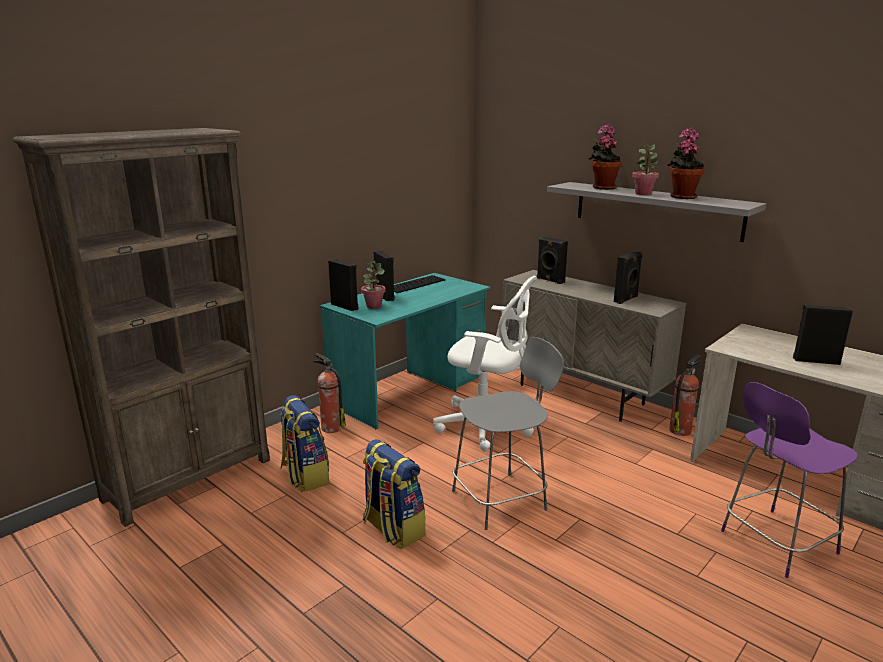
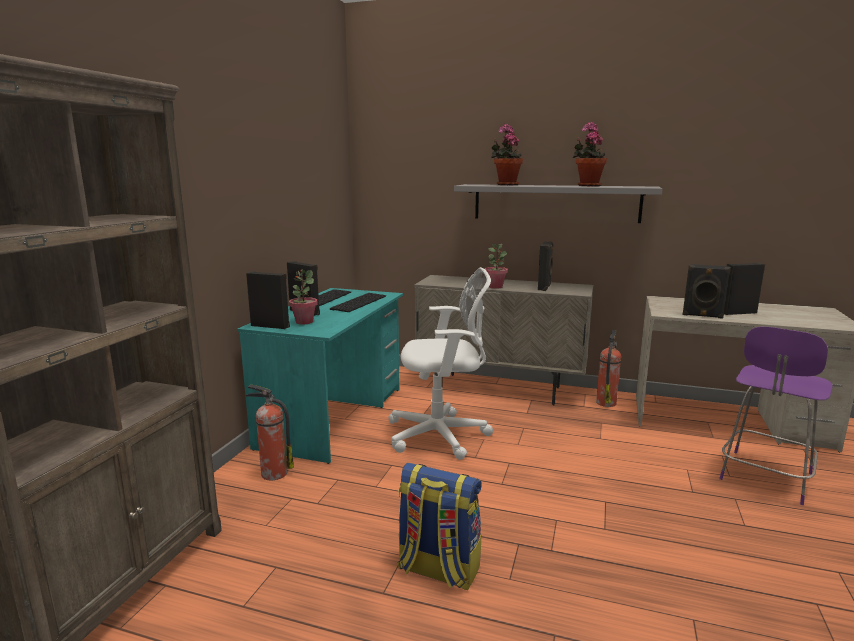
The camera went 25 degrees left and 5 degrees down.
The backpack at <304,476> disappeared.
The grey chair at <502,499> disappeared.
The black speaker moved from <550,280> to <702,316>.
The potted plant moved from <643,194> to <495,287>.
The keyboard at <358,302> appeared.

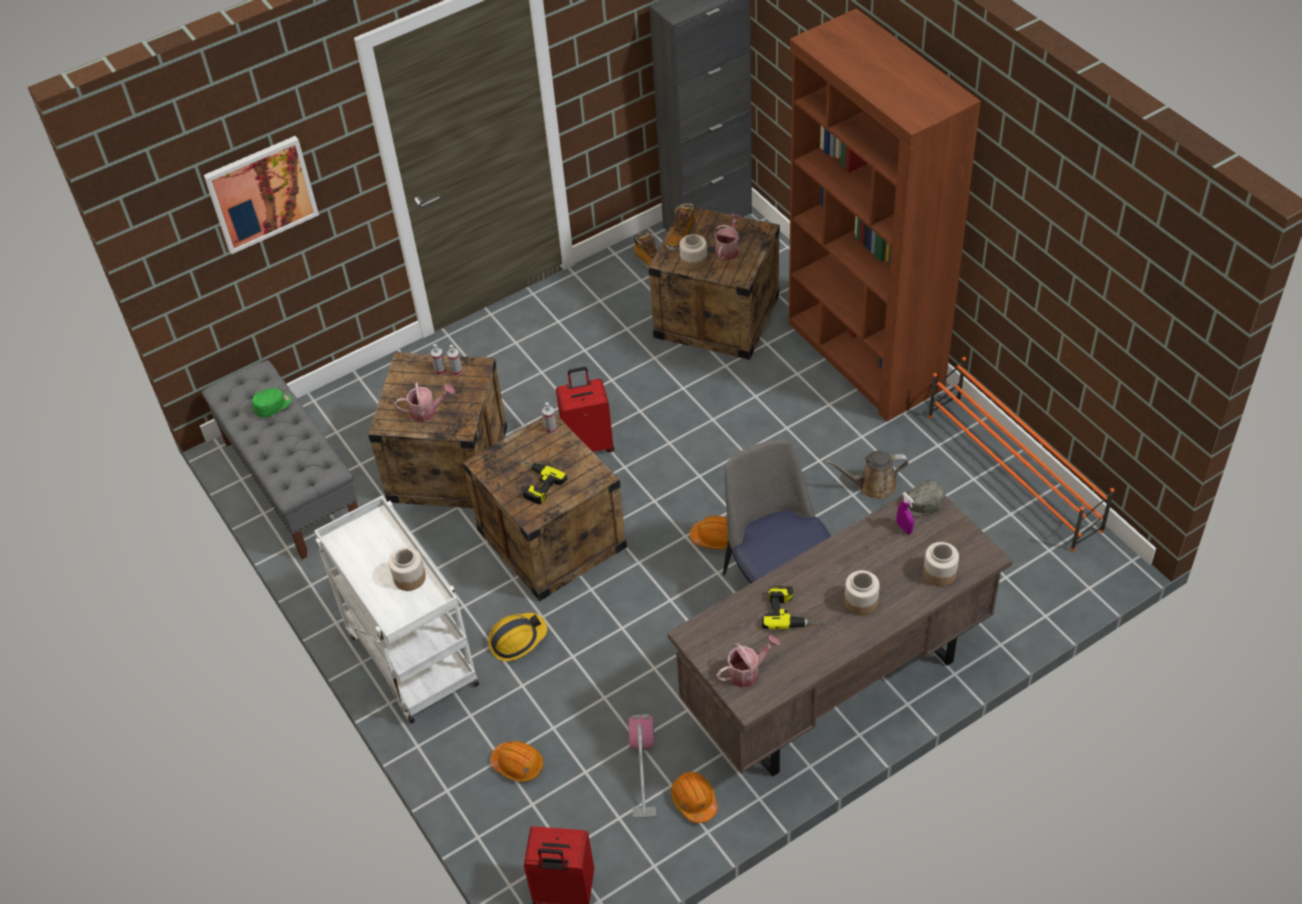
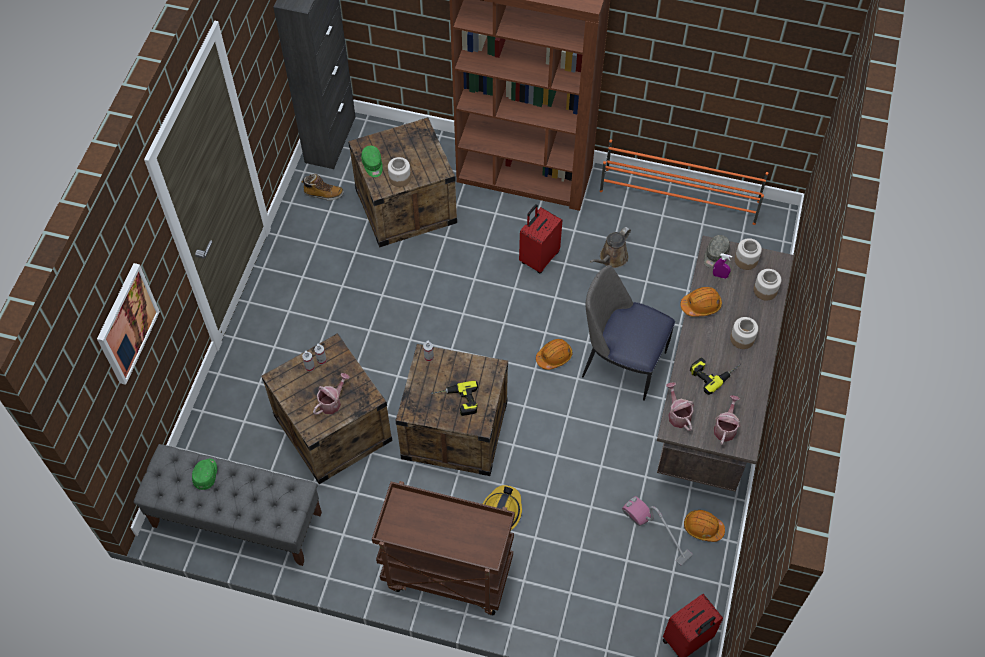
The camera went 45 degrees left and 10 degrees up.
The white cart at <409,657> became the brown cart at <446,574>.
The jar moved from <409,577> to <745,260>.
The orange hard hat moved from <518,765> to <701,305>.
The red suitcase moved from <588,444> to <538,257>.
The boot at <681,237> was replaced by the green cap at <372,165>.
The watering can moved from <728,249> to <677,414>.

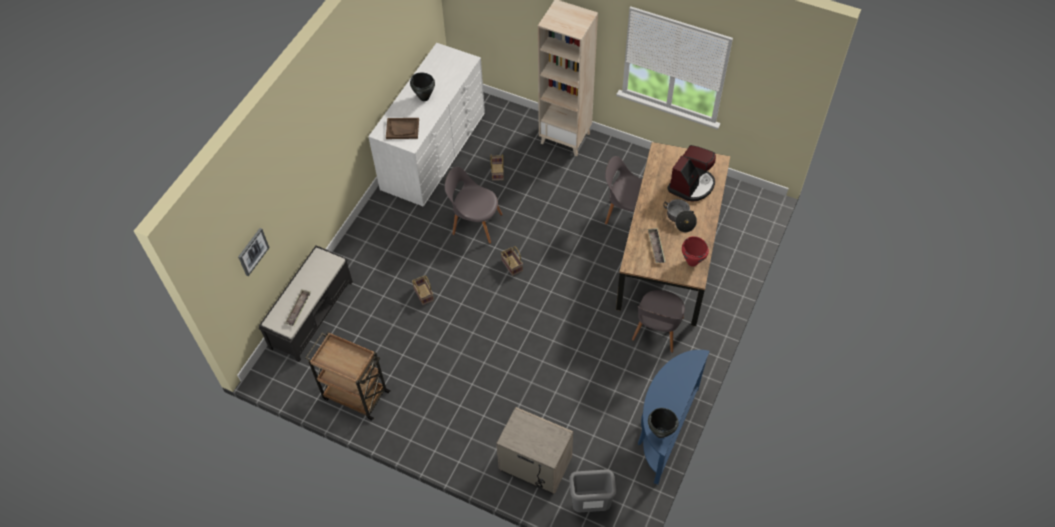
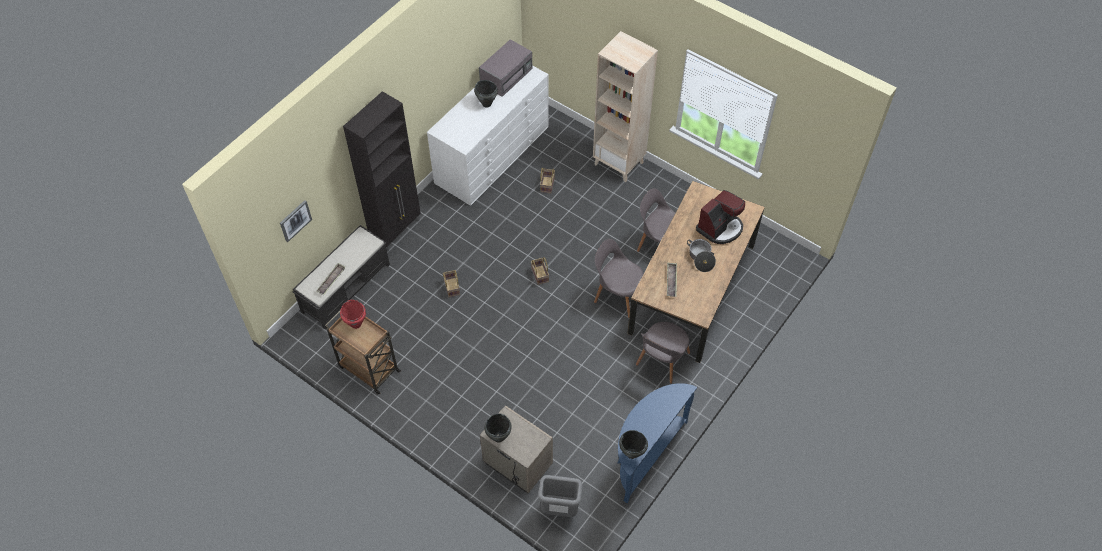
The camera went 10 degrees right and 0 degrees up.
The brown tray at <402,129> disappeared.
The grey chair moved from <475,223> to <618,295>.
The red cooking pot moved from <692,262> to <356,324>.
The black cabinet at <397,231> appeared.
The grey microwave at <506,75> appeared.
The black cooking pot at <498,437> appeared.

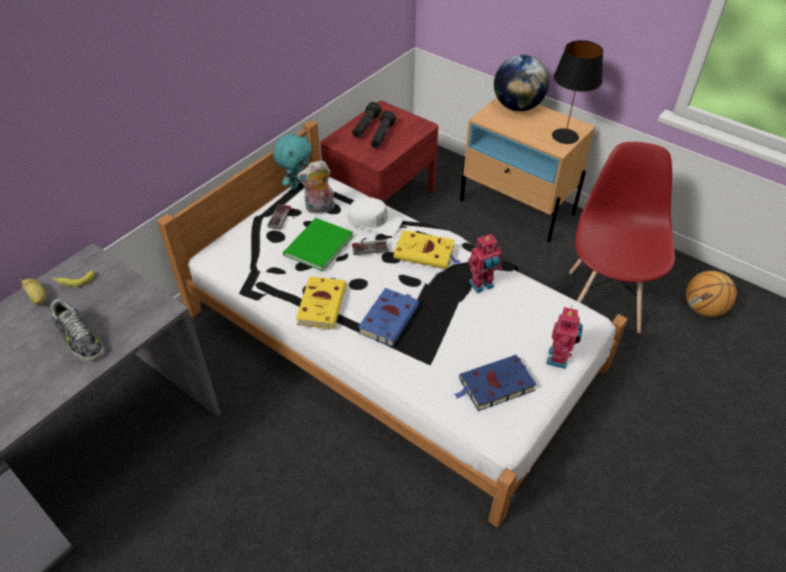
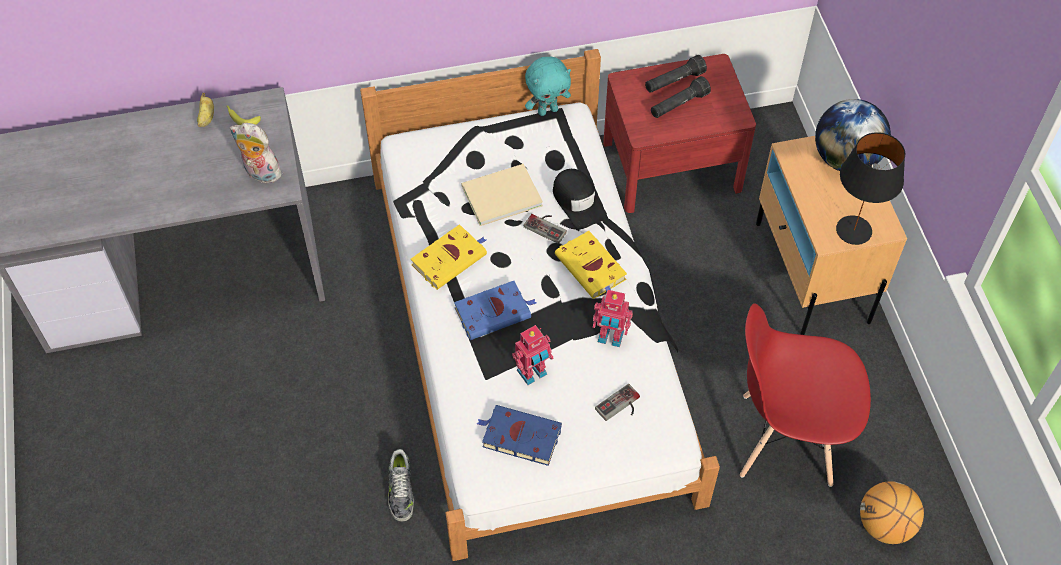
The camera went 40 degrees right and 10 degrees up.
The shoe moved from <79,339> to <400,490>.
The game controller moved from <283,218> to <620,407>.
The green book at <316,246> became the beige book at <499,195>.
The plush toy moved from <319,209> to <260,174>.
The white cap at <374,221> became the black cap at <578,202>.
The toy robot moved from <559,358> to <533,374>.
The red chair at <604,300> turned 135 degrees counterclockwise.

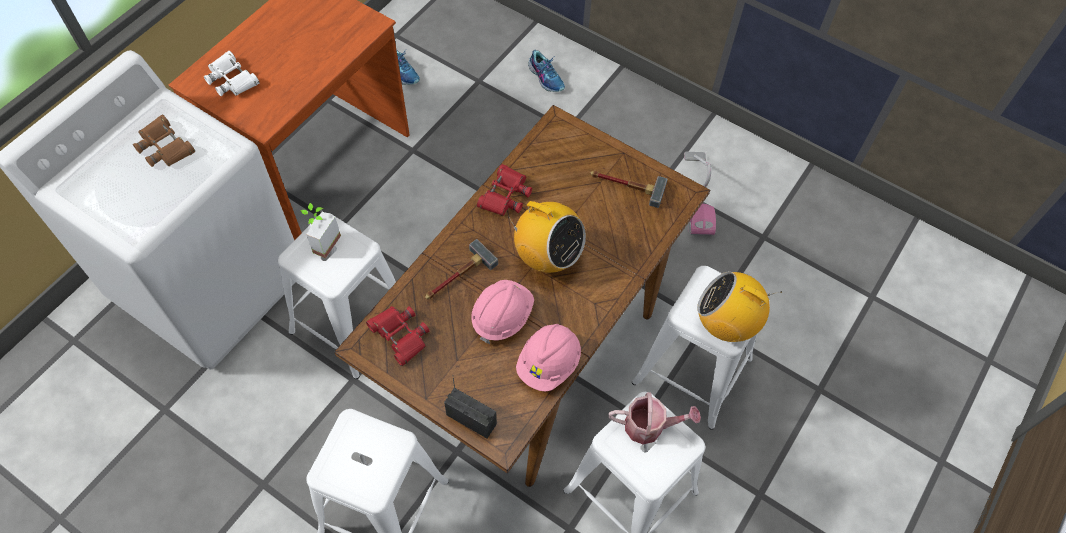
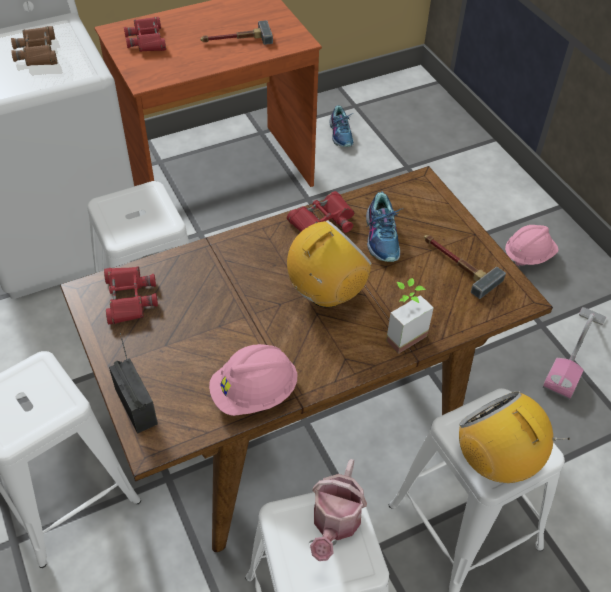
The camera went 30 degrees right and 10 degrees down.
The white binoculars at <232,79> became the red binoculars at <147,40>.
The potted plant moved from <321,242> to <401,333>.
The hammer moved from <457,277> to <235,39>.
The pink hard hat moved from <502,316> to <528,255>.
The radio at <547,256> turned 105 degrees counterclockwise.
The shoe moved from <546,77> to <382,237>.
The watering can at <649,426> turned 75 degrees clockwise.

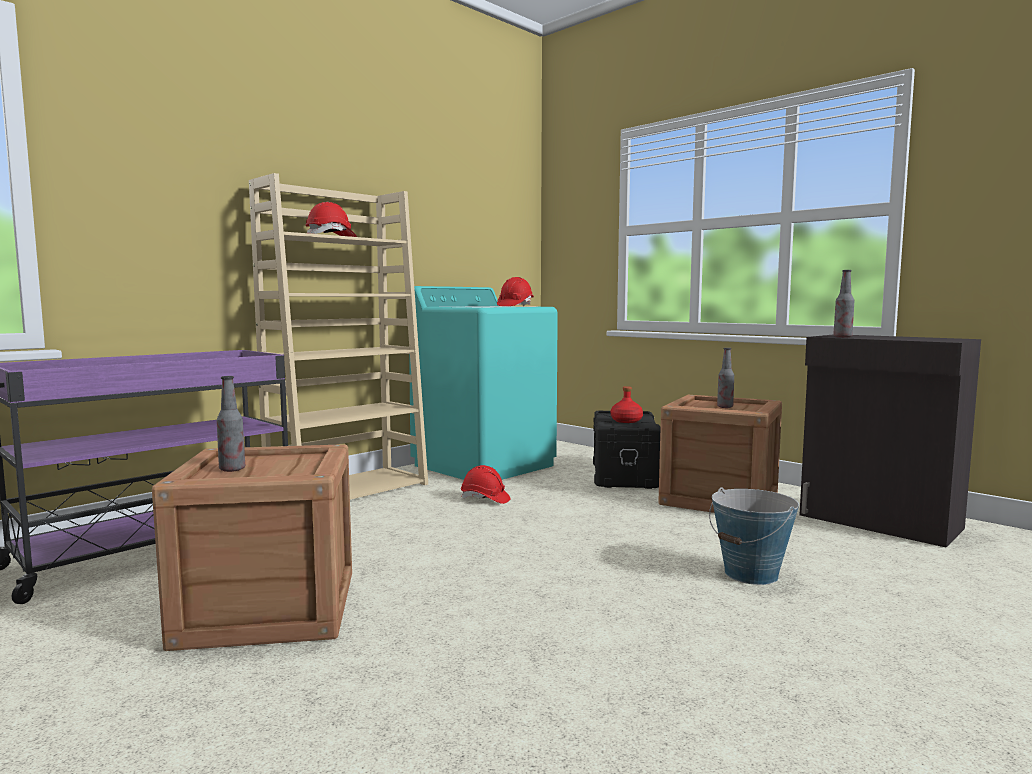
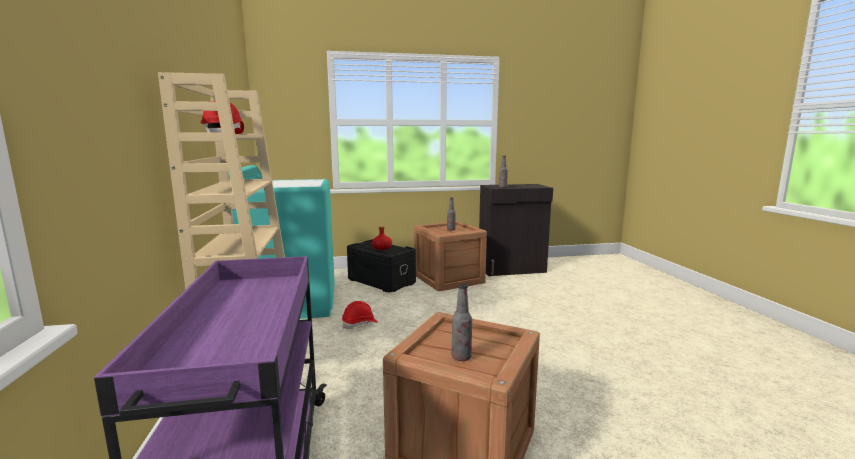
The camera went 55 degrees left and 5 degrees up.
The red hard hat at <515,306> disappeared.
The bucket at <751,574> disappeared.

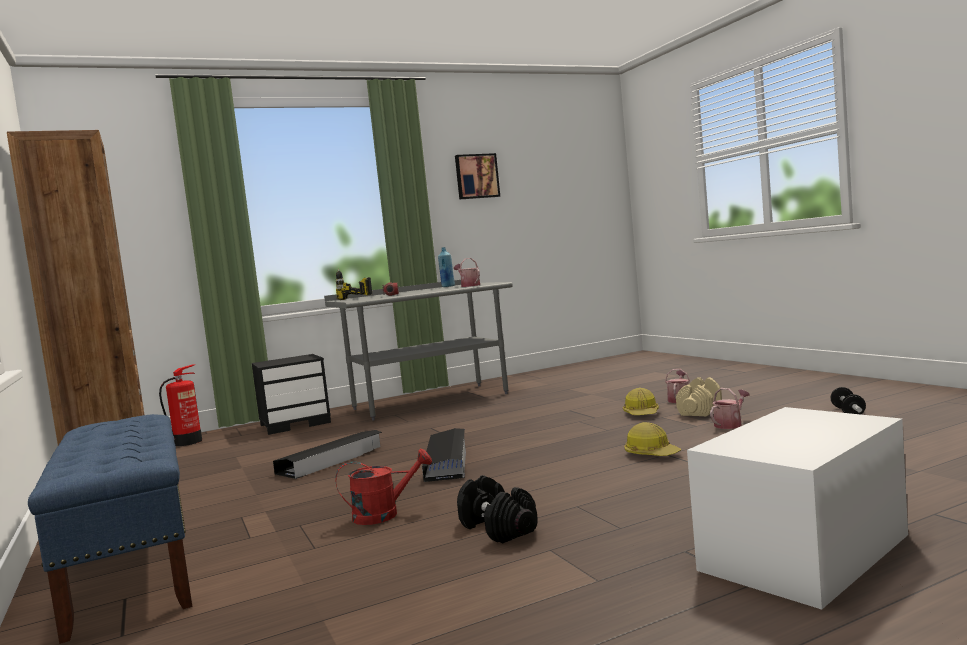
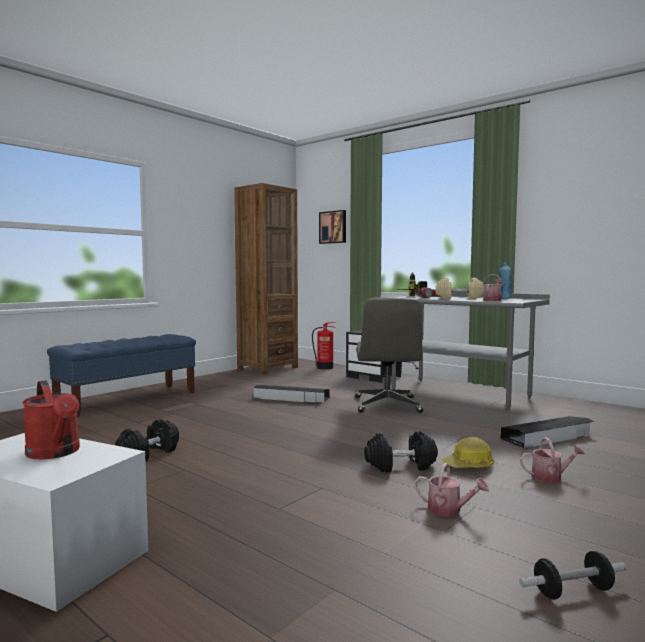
The camera went 65 degrees right and 0 degrees up.
The red watering can moved from <384,514> to <56,453>.
The black storage box moved from <447,462> to <548,437>.
The picture moved from <476,176> to <333,227>.
The hard hat at <651,454> disappeared.
The beige dumbbell moved from <699,410> to <459,298>.
The grey office chair at <387,405> appeared.
The black dumbbell at <400,466> appeared.

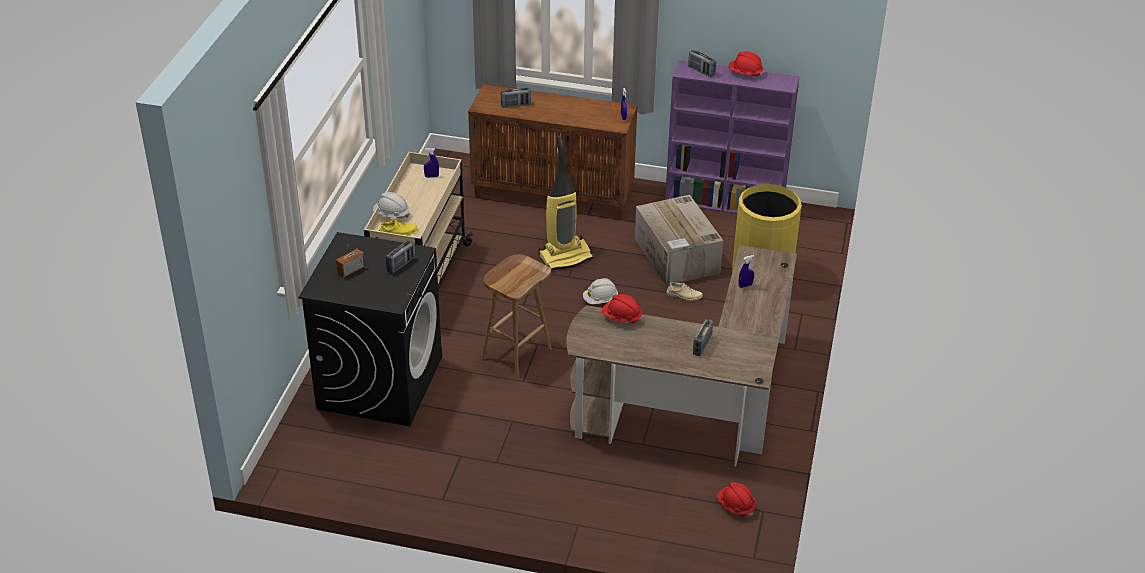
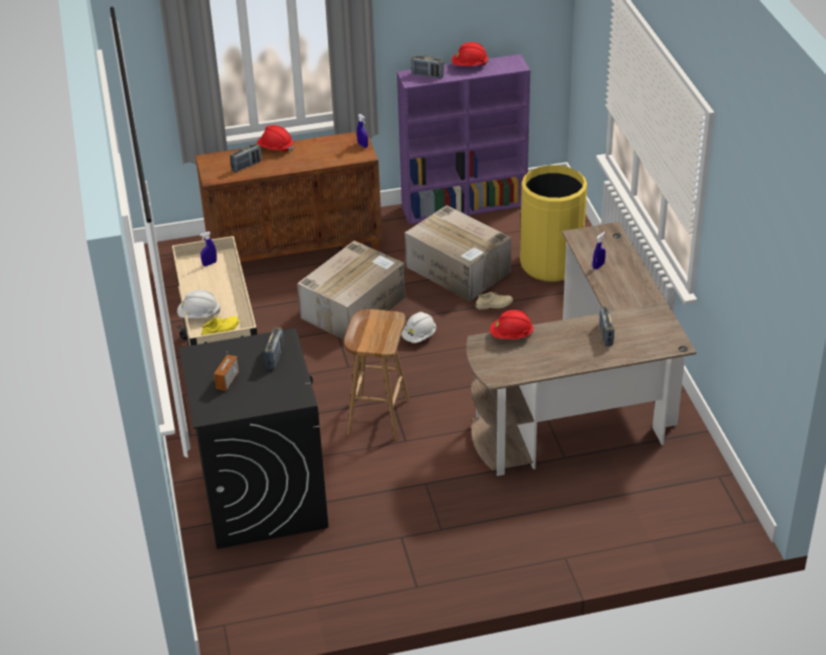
The camera went 25 degrees left and 0 degrees up.
The vacuum cleaner at <565,257> was replaced by the cardboard box at <353,307>.
The red hard hat moved from <735,506> to <275,148>.

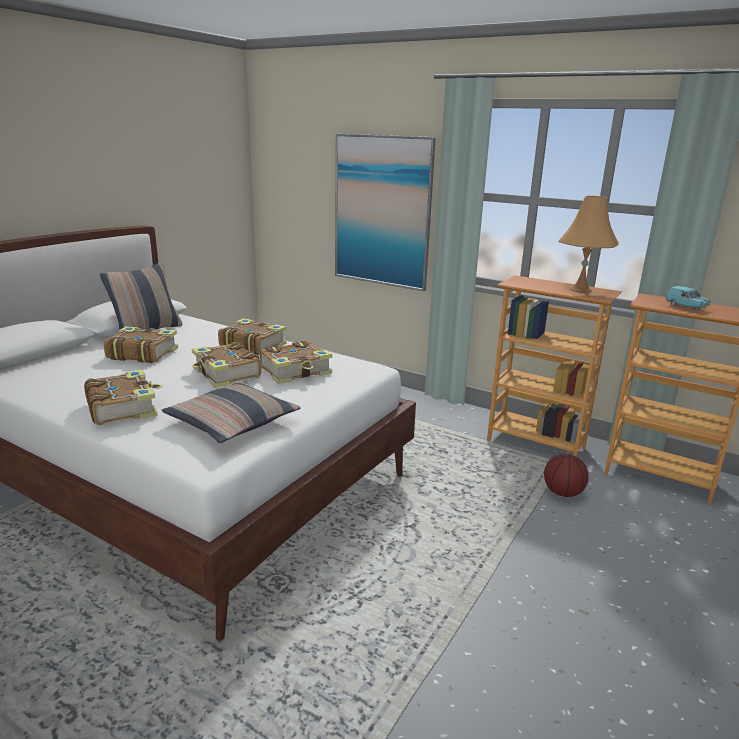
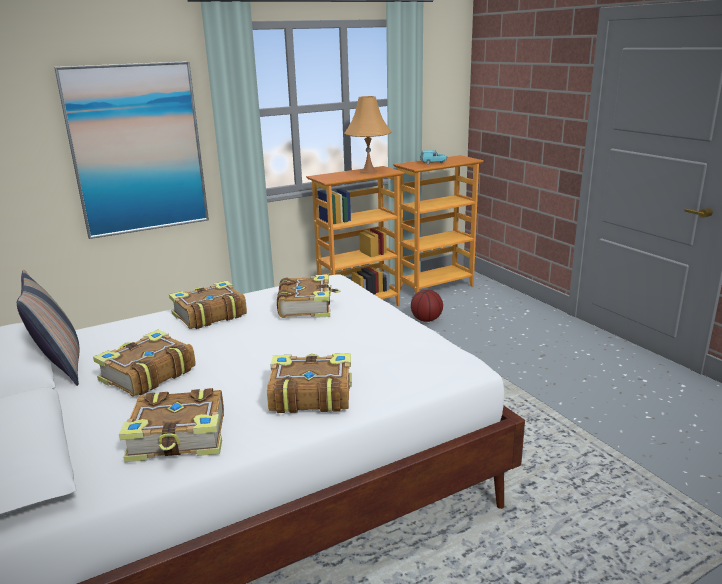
The camera went 60 degrees left and 0 degrees up.
The pillow at <232,422> disappeared.
The book moved from <226,374> to <180,438>.

